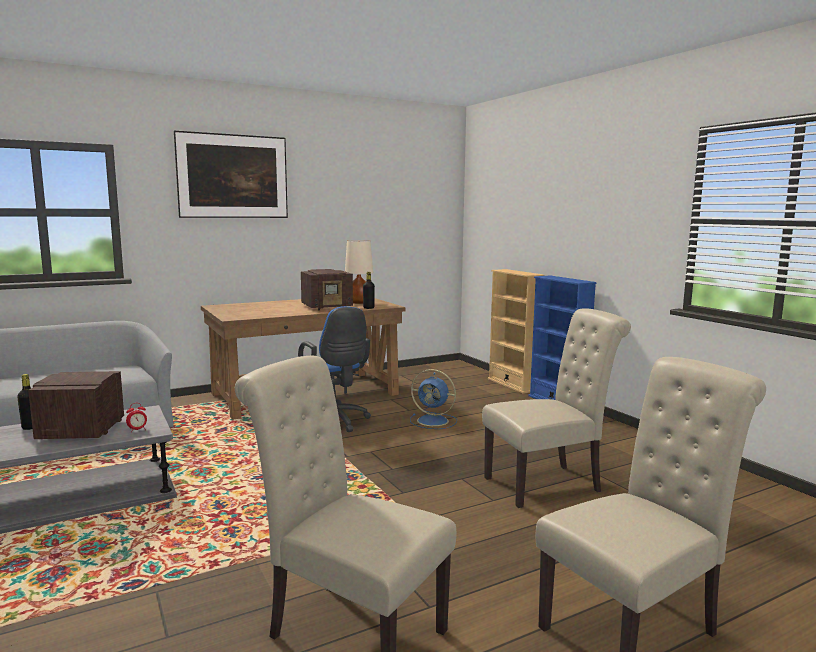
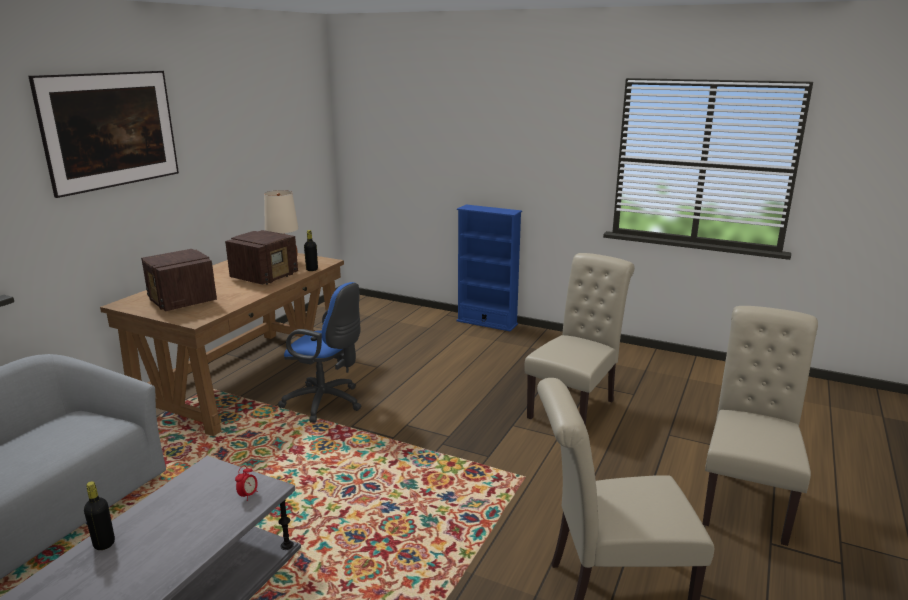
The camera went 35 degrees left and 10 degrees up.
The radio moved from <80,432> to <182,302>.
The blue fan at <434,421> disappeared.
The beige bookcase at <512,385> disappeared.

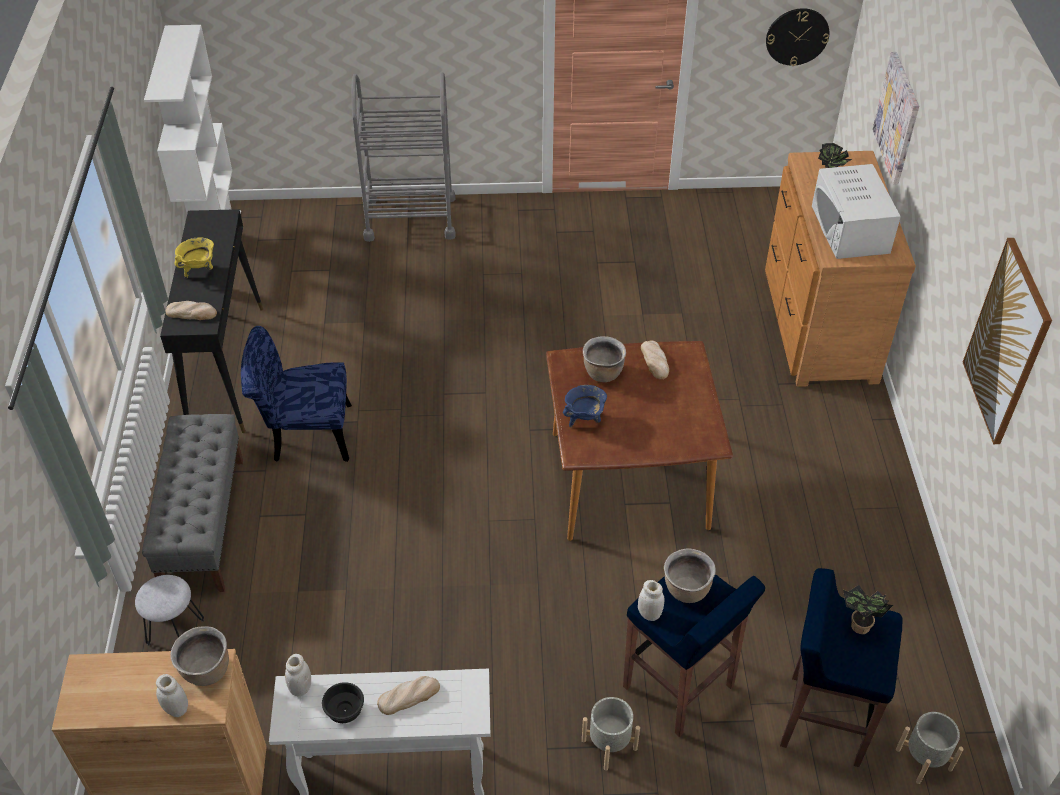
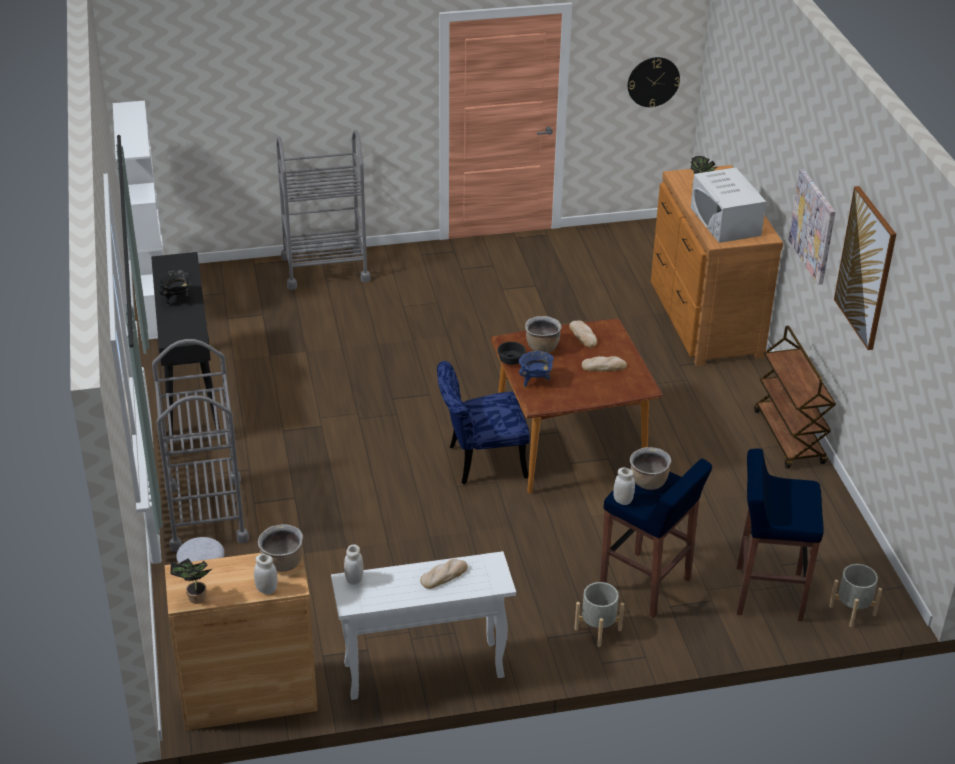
The camera went 10 degrees left and 10 degrees down.
The grey bench at <204,524> was replaced by the grey cart at <206,513>.
The bread moved from <191,313> to <604,366>.
The yellow cooking pot at <199,270> became the black cooking pot at <177,299>.
The blue chair moved from <304,434> to <480,461>.
The black bowl moved from <346,710> to <511,360>.
The potted plant moved from <857,627> to <194,598>.
The picture moved from <897,118> to <813,226>.
The brown cart at <789,438> appeared.

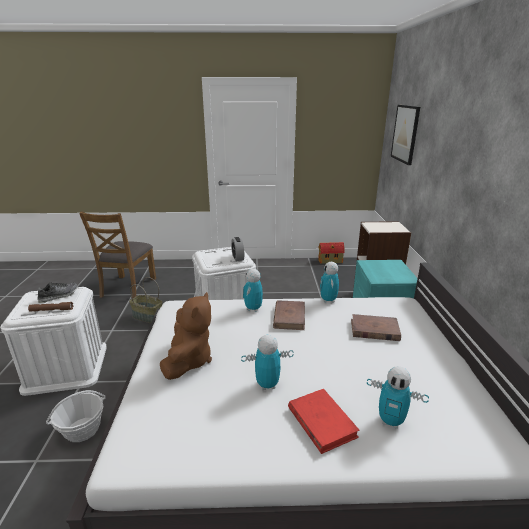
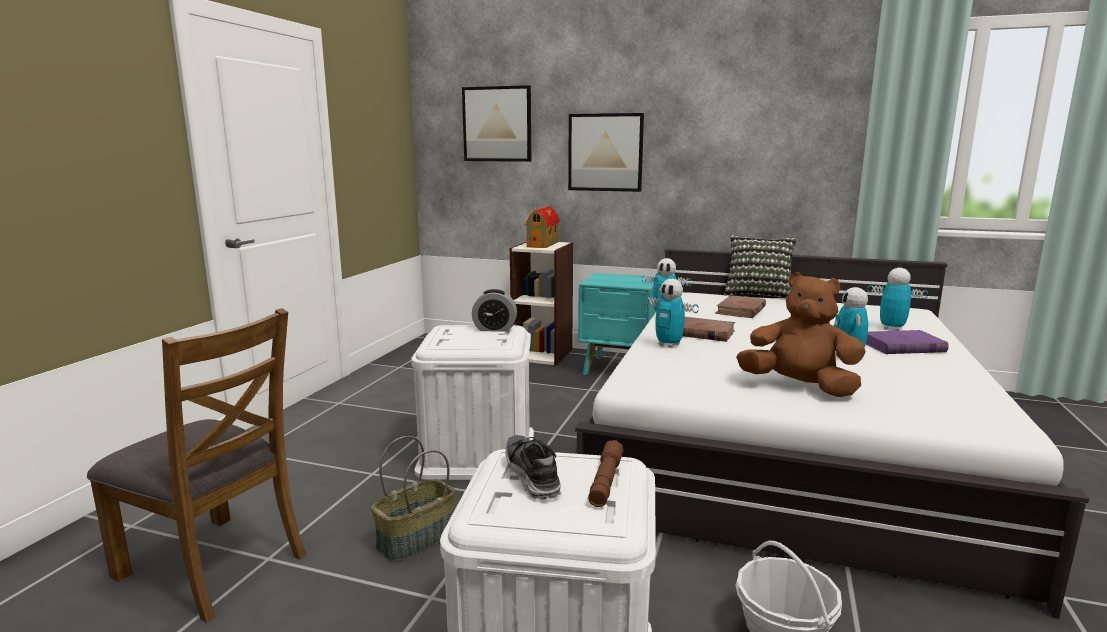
The camera went 70 degrees left and 10 degrees down.
The red book at <321,422> became the purple book at <902,346>.
The toy house moved from <331,261> to <543,244>.
The toy robot at <390,421> turned 105 degrees counterclockwise.
The picture at <605,152> appeared.
The pillow at <758,294> appeared.

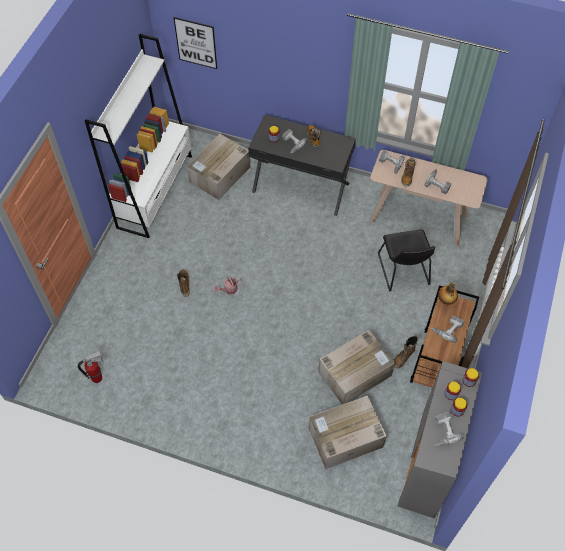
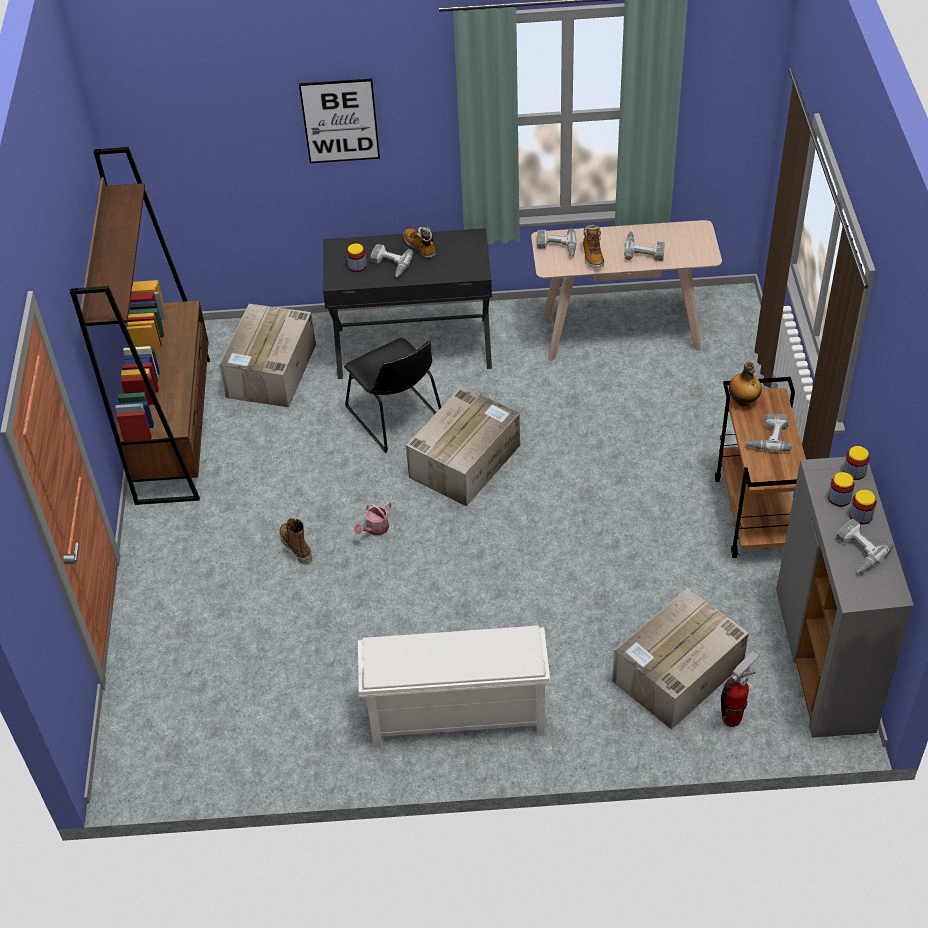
The camera went 20 degrees left and 10 degrees down.
The fire extinguisher moved from <97,378> to <732,718>.
The white bookcase at <155,191> became the brown bookcase at <174,428>.
The picture moved from <196,43> to <340,121>.
The cardboard box moved from <355,373> to <465,460>.
The black chair moved from <404,271> to <397,418>.
The boot at <403,358> disappeared.
The white shoe rack at <456,718> appeared.

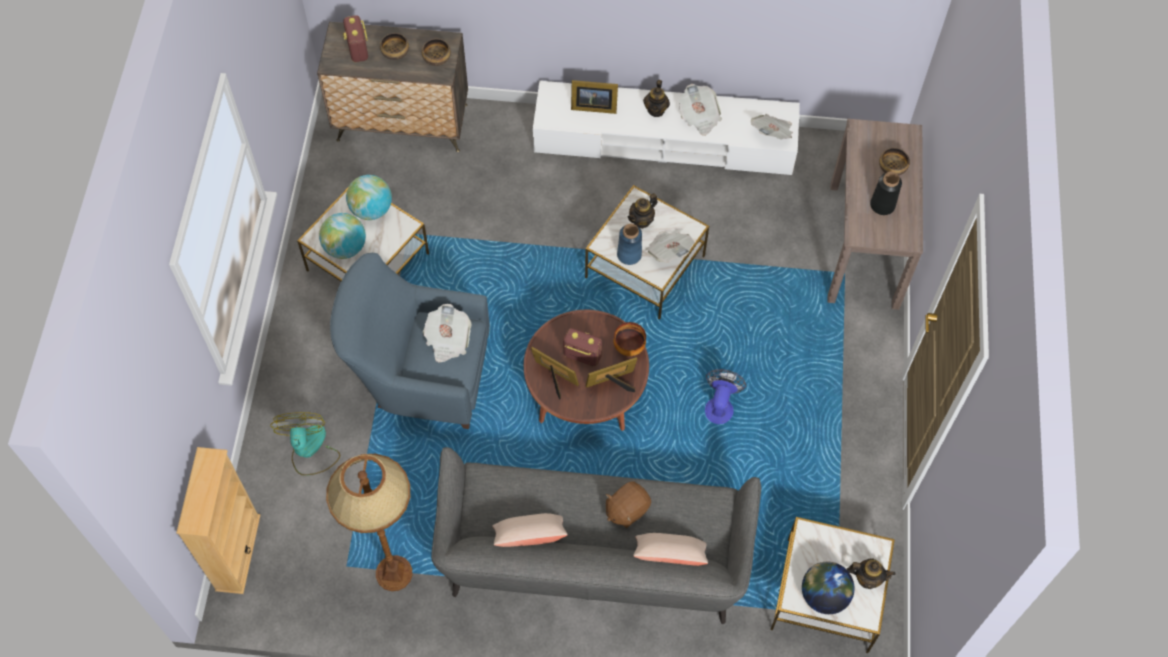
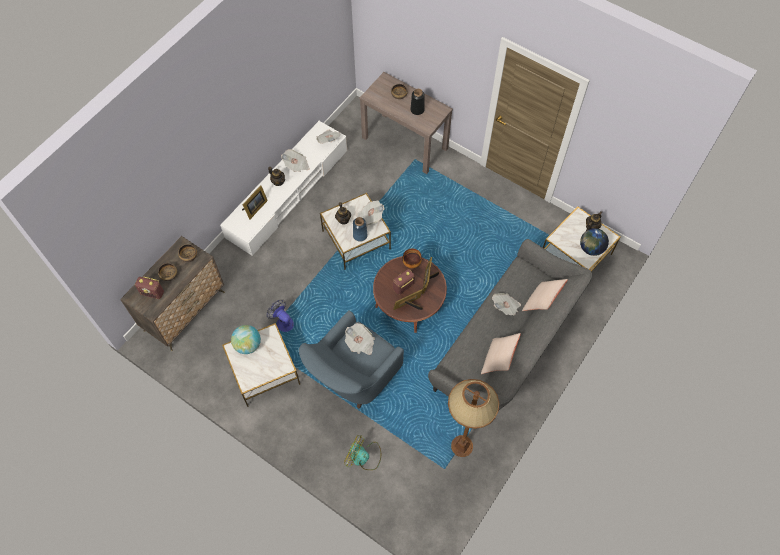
The camera went 60 degrees left and 0 degrees up.
The beige bookcase at <237,552> disappeared.
The globe at <345,247> disappeared.
The brown plush toy at <626,509> was replaced by the newspaper at <506,307>.
The fan moved from <720,405> to <282,322>.

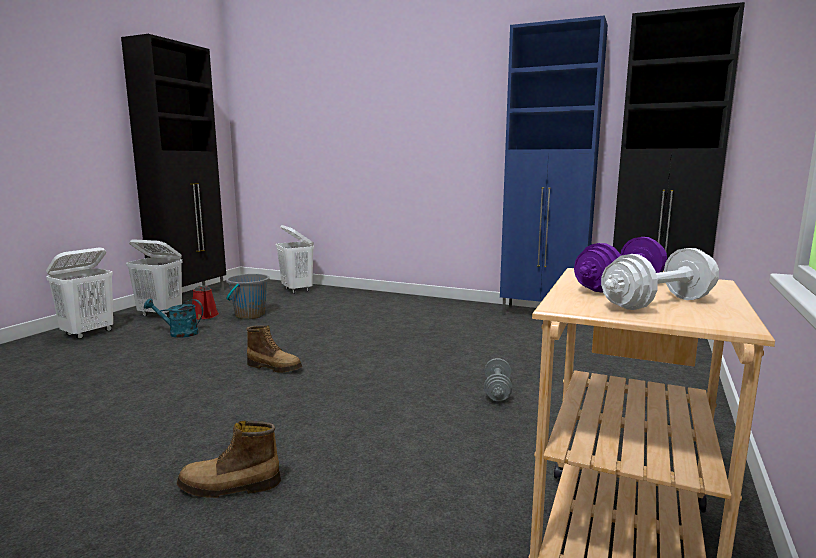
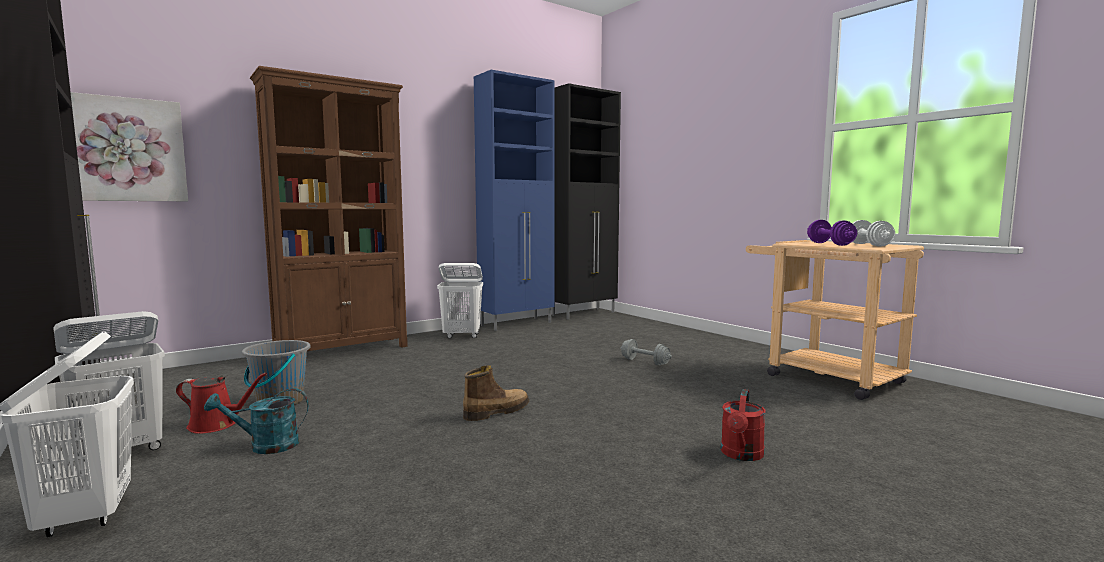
The camera went 60 degrees left and 5 degrees down.
The turquoise watering can at <178,333> turned 45 degrees clockwise.
The boot at <229,487> was replaced by the red watering can at <741,455>.
The white laundry basket moved from <297,290> to <462,336>.
The picture at <123,150> appeared.
The brown bookcase at <343,350> appeared.

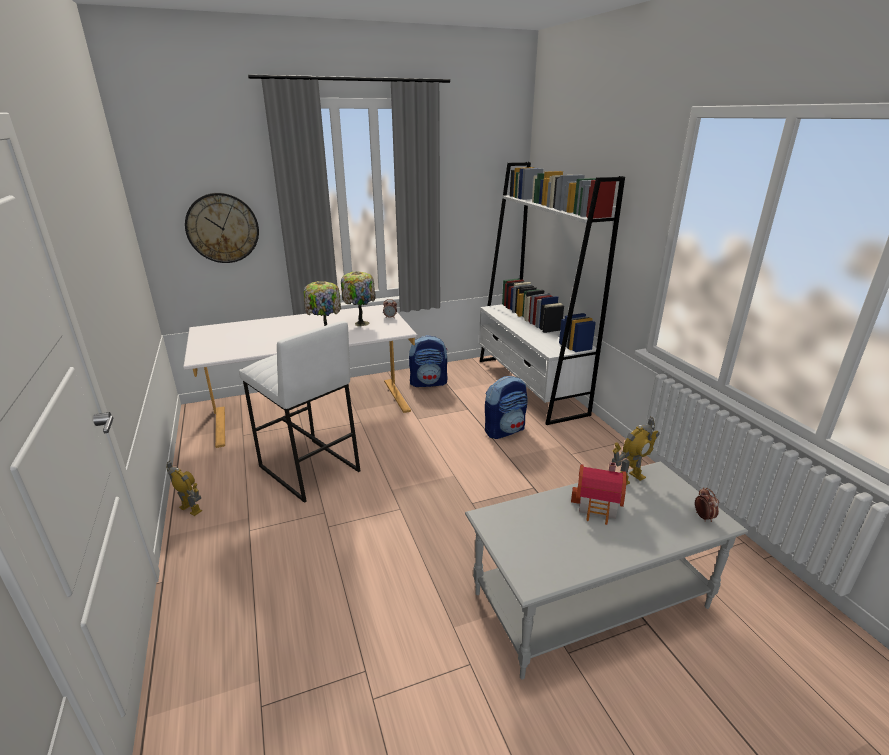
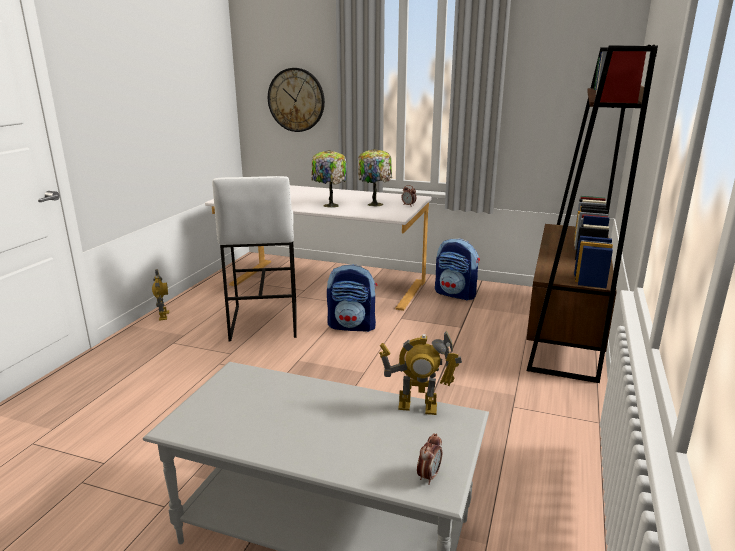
The camera went 40 degrees right and 5 degrees down.
The white bookcase at <529,386> became the brown bookcase at <564,330>.
The backpack moved from <505,430> to <352,326>.
The toy house at <598,506> disappeared.

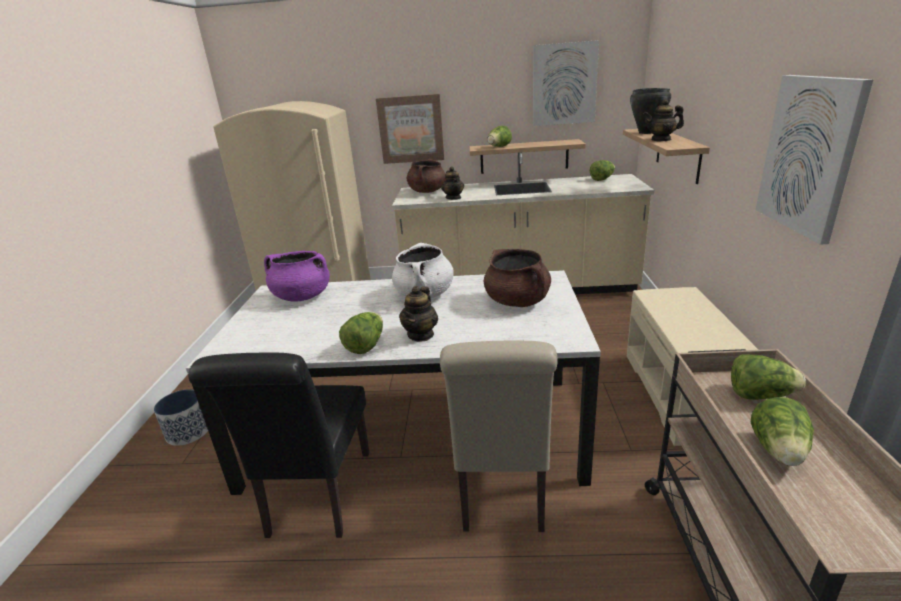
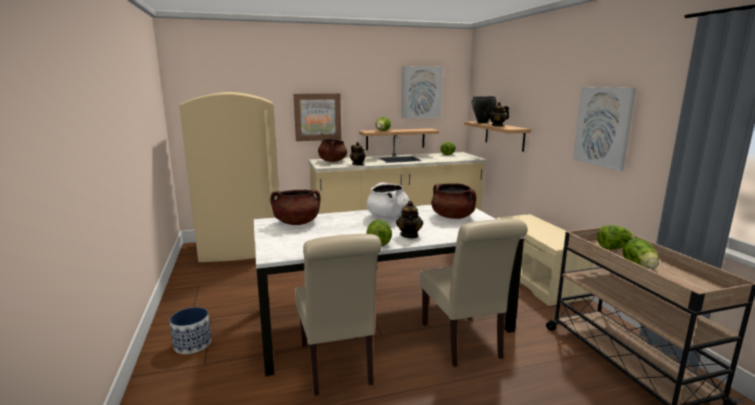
The camera went 20 degrees left and 10 degrees down.
The black chair at <317,498> became the beige chair at <337,367>.
The purple cooking pot at <301,296> became the brown cooking pot at <297,223>.

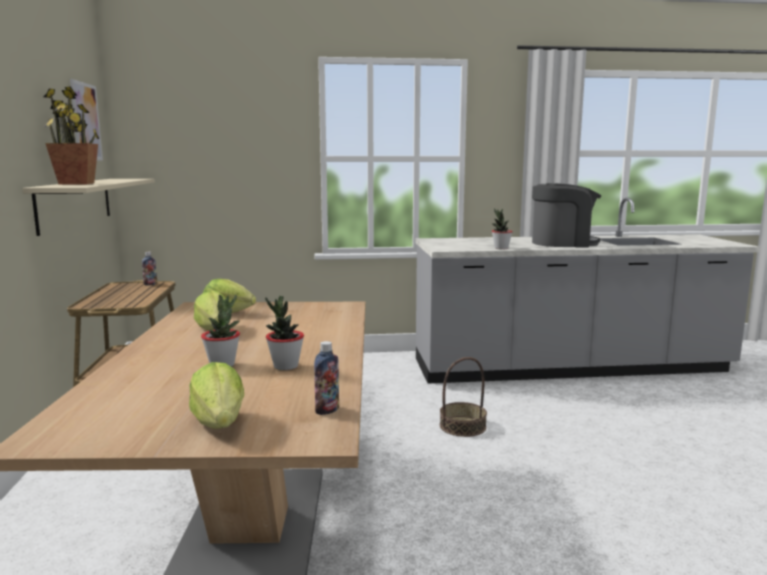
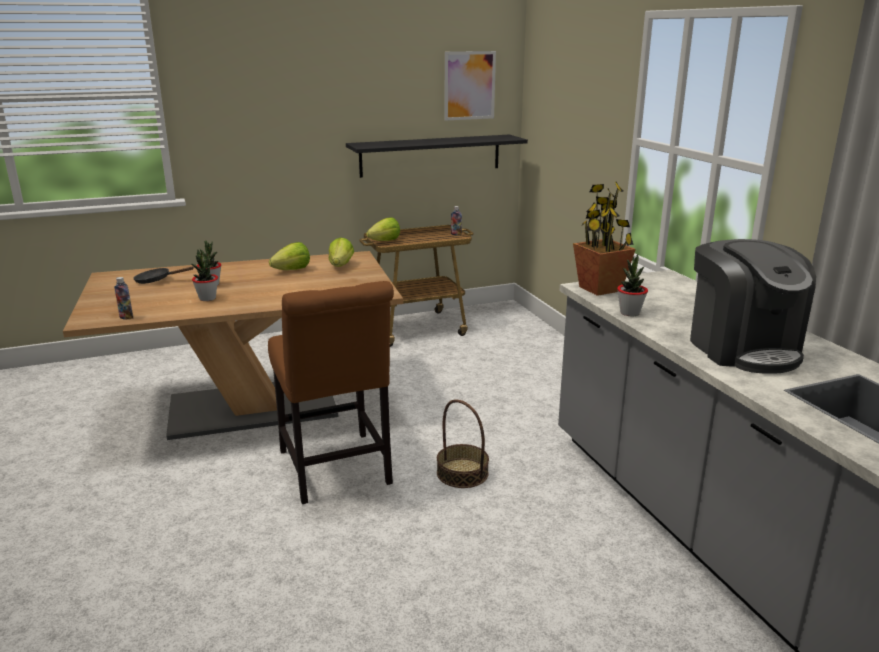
The camera went 75 degrees right and 10 degrees up.
The beige shelf at <75,203> became the black shelf at <430,155>.
The potted plant moved from <77,183> to <600,289>.
The lettuce moved from <220,423> to <385,241>.
The black frying pan at <157,280> appeared.
The brown chair at <336,471> appeared.

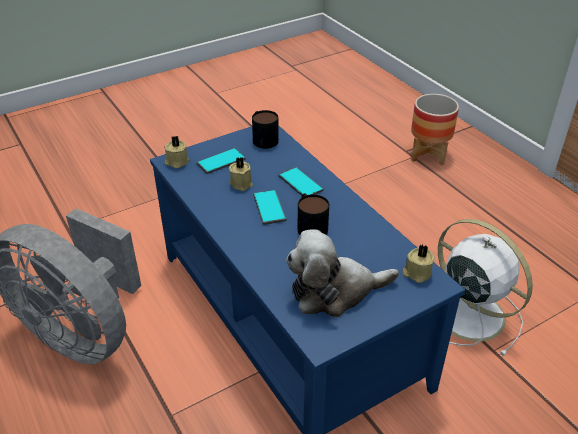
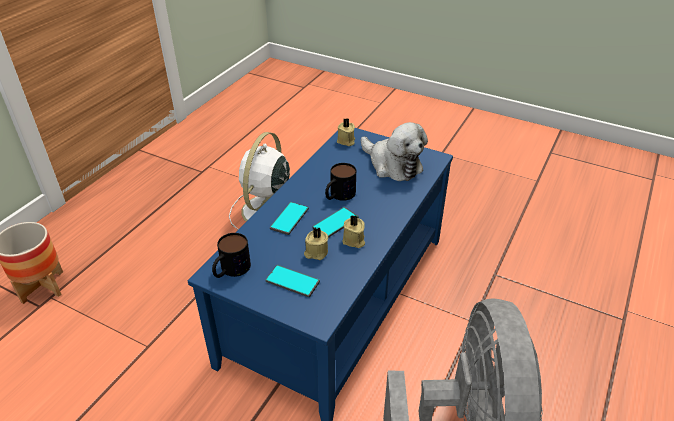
The camera went 120 degrees left and 0 degrees up.
The beige candle moved from <176,162> to <354,241>.

